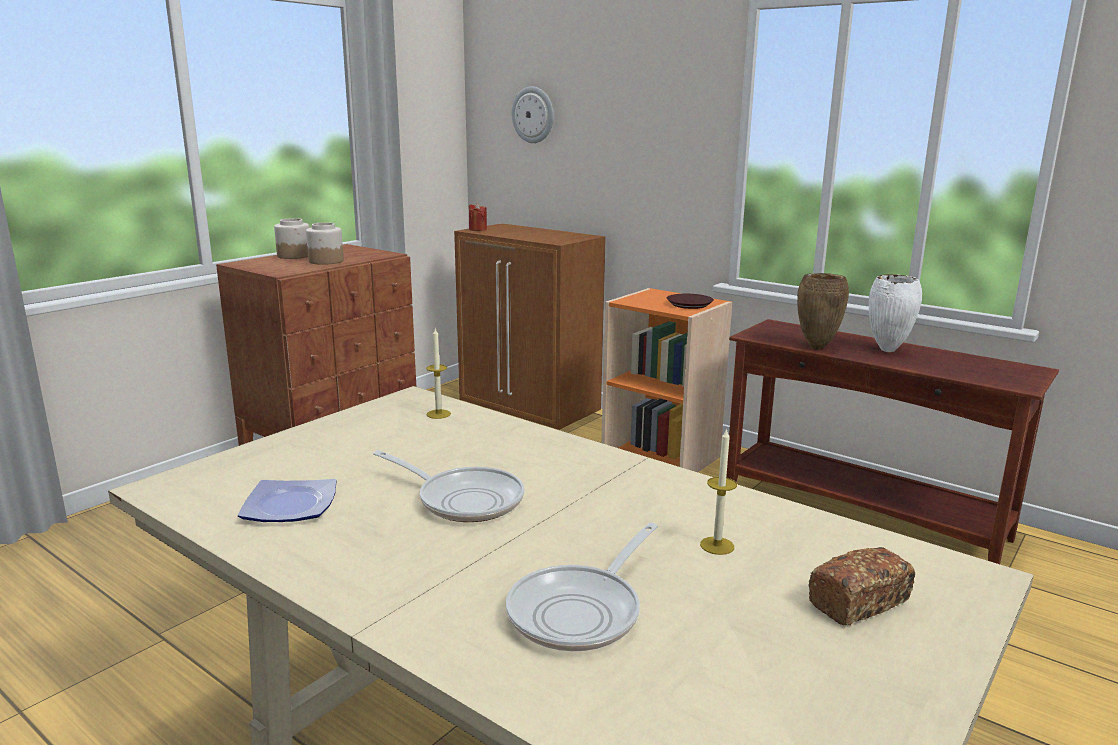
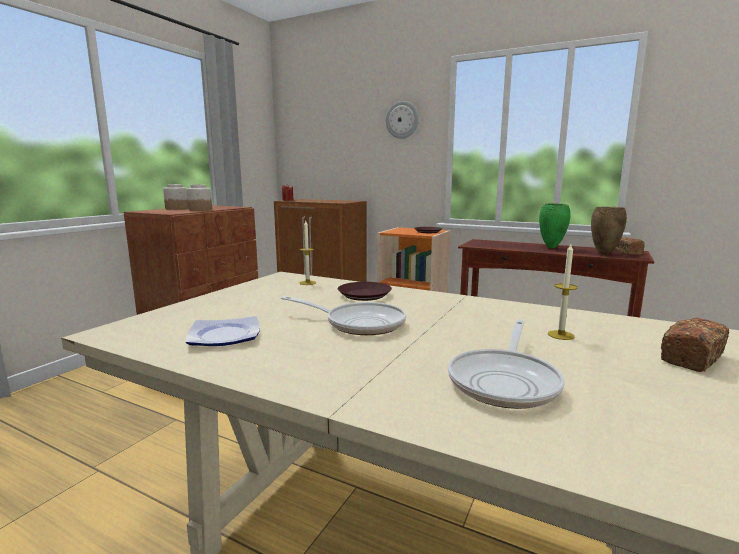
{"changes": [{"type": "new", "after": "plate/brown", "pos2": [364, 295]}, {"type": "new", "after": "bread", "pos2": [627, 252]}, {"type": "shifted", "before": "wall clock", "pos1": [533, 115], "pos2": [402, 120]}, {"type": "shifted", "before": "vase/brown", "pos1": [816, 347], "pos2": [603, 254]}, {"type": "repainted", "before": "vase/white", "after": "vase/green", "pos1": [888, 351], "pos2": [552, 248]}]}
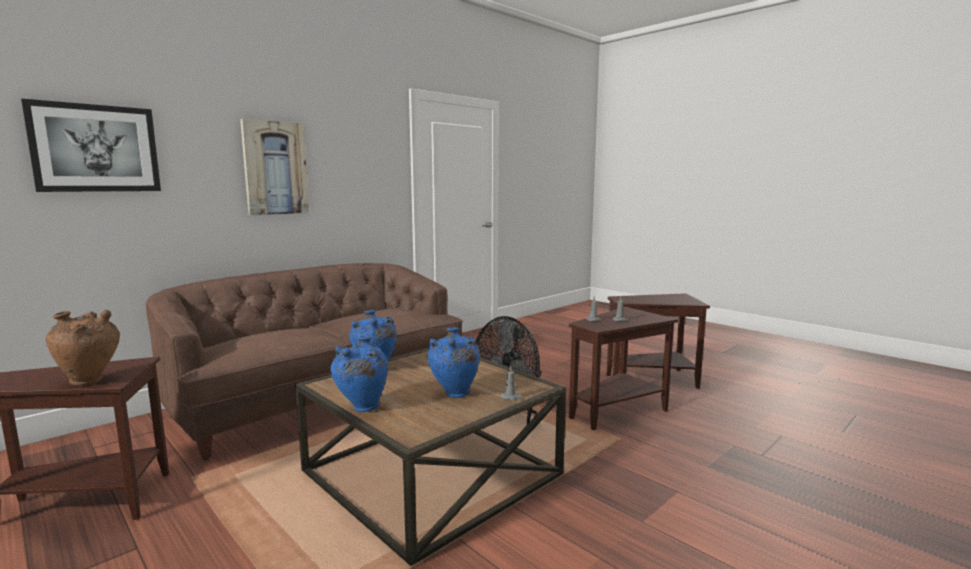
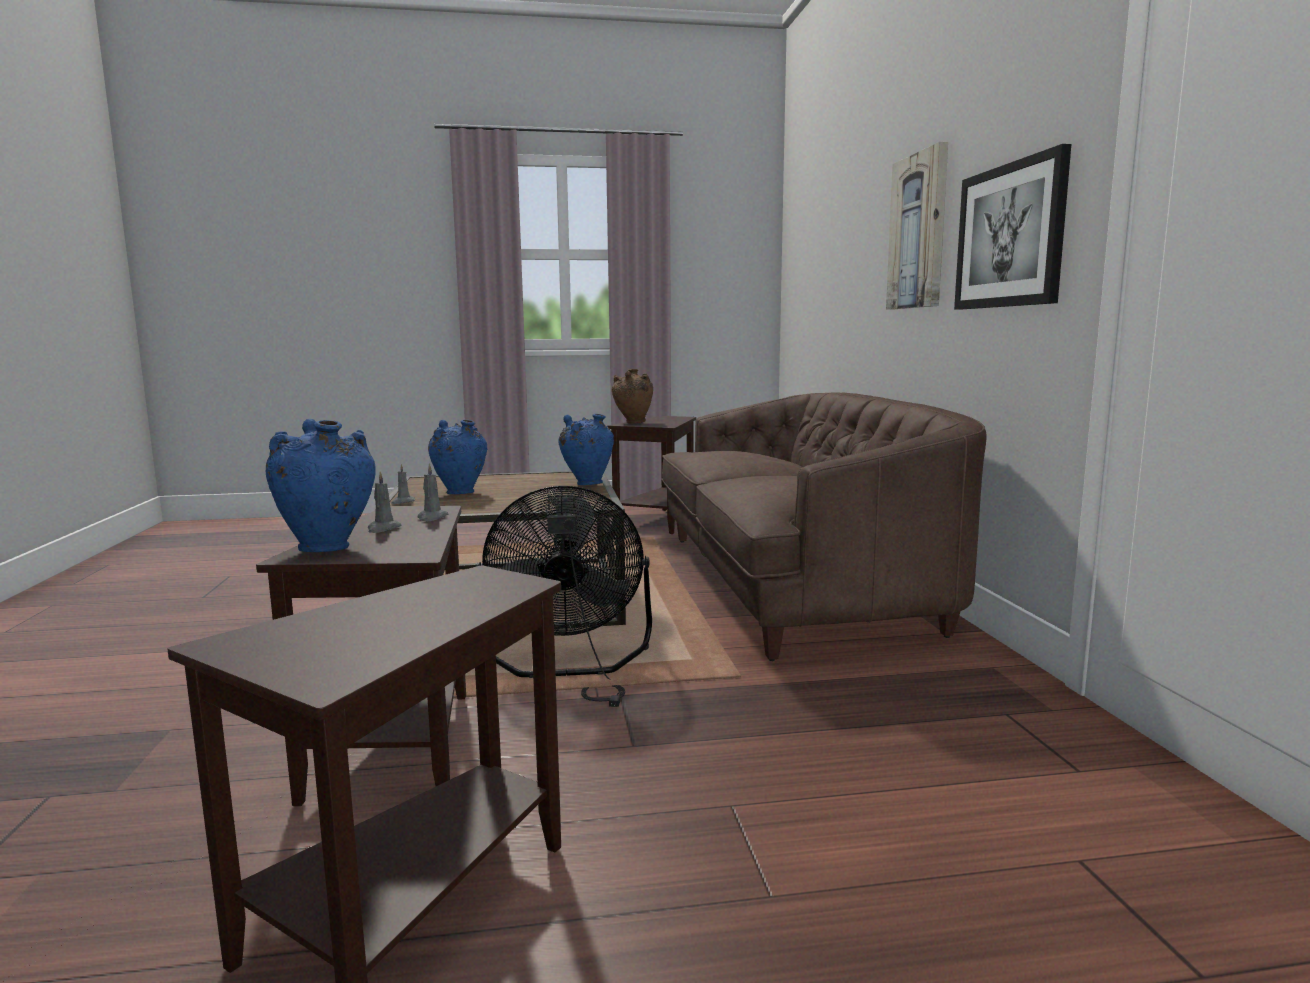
{"changes": [{"type": "shifted", "before": "picture", "pos1": [96, 148], "pos2": [1010, 236]}, {"type": "shifted", "before": "vase/blue", "pos1": [362, 408], "pos2": [328, 548]}]}
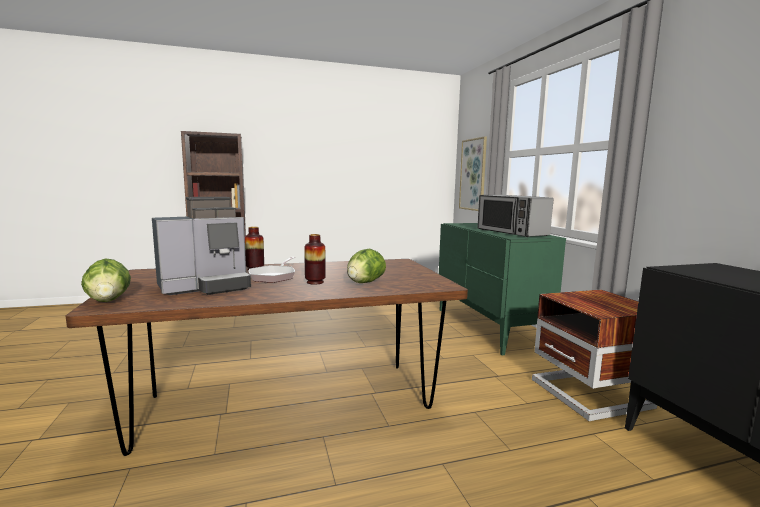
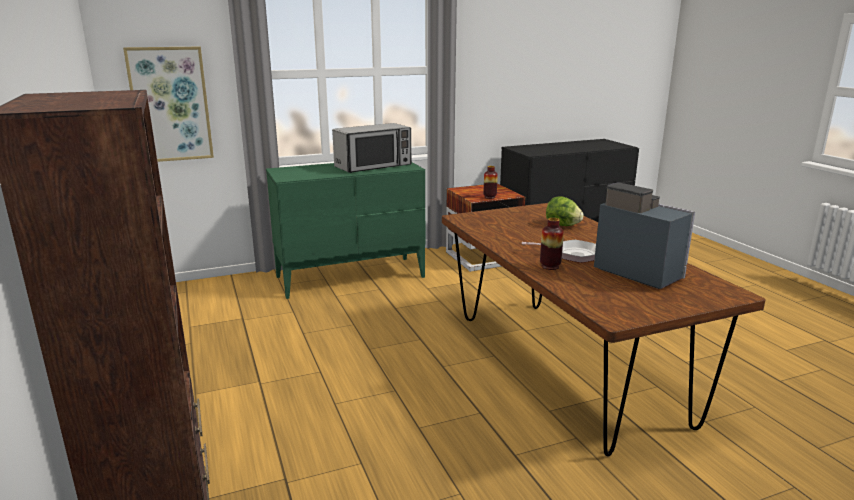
{"changes": [{"type": "gone", "before": "lettuce", "pos1": [109, 300]}, {"type": "shifted", "before": "vase", "pos1": [315, 282], "pos2": [490, 197]}]}
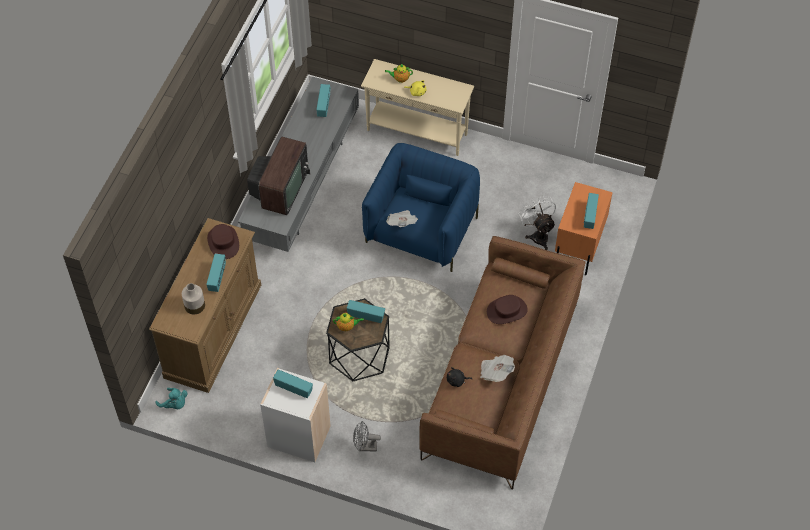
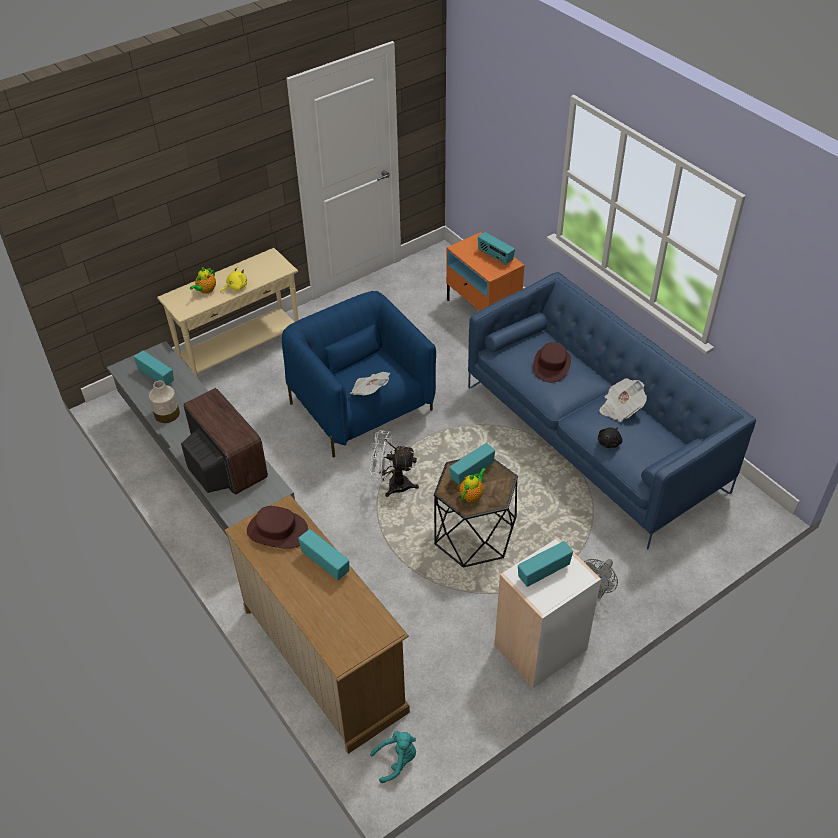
{"changes": [{"type": "shifted", "before": "vase/beige", "pos1": [194, 305], "pos2": [166, 414]}, {"type": "shifted", "before": "fan/white", "pos1": [538, 235], "pos2": [392, 484]}, {"type": "repainted", "before": "sofa/brown", "after": "sofa/blue", "pos1": [501, 381], "pos2": [593, 438]}]}
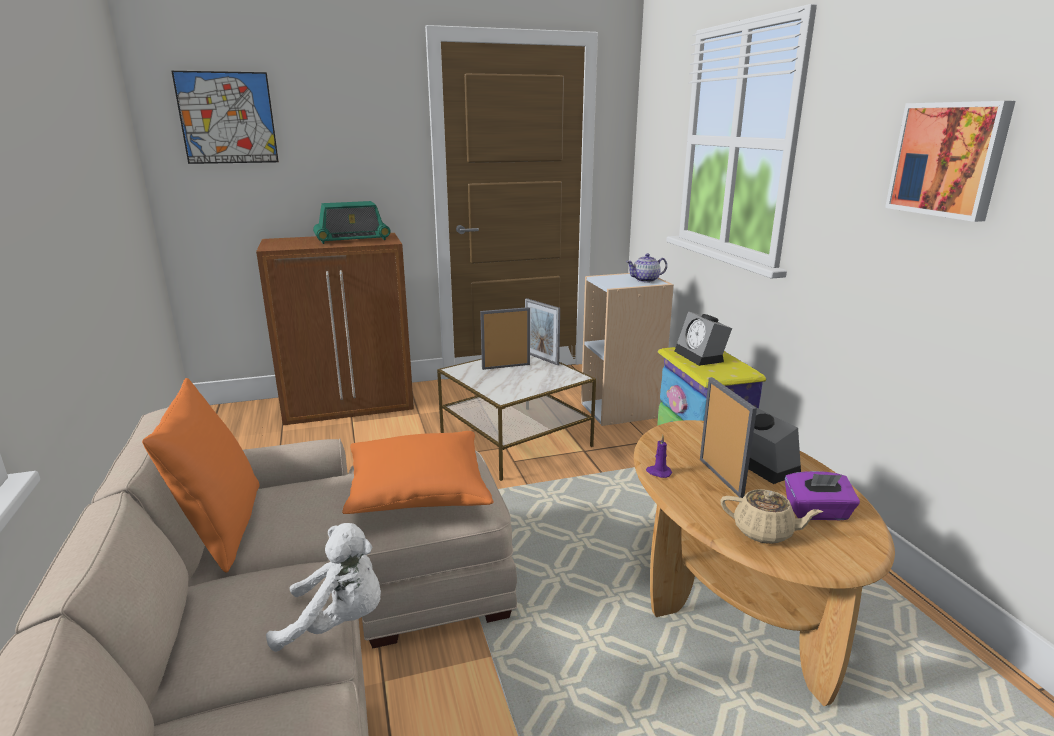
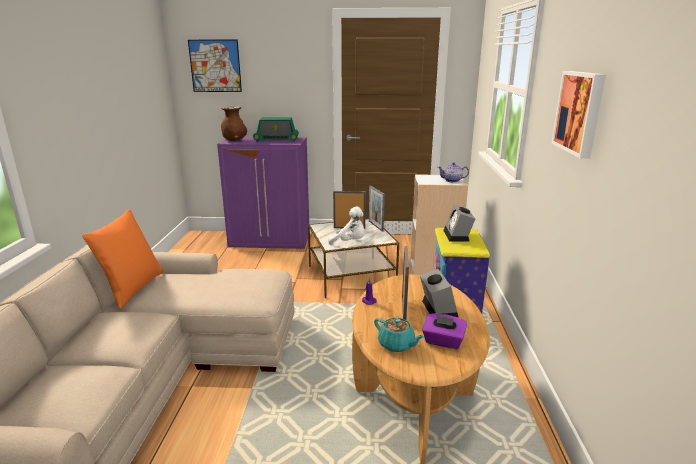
{"changes": [{"type": "gone", "before": "pillow/orange", "pos1": [417, 491]}, {"type": "new", "after": "vase/brown", "pos2": [234, 140]}, {"type": "shifted", "before": "plush toy/white", "pos1": [338, 622], "pos2": [350, 242]}, {"type": "repainted", "before": "cabinet/brown", "after": "cabinet/purple", "pos1": [349, 403], "pos2": [270, 240]}, {"type": "repainted", "before": "teapot/beige", "after": "teapot/turquoise", "pos1": [764, 532], "pos2": [397, 345]}]}
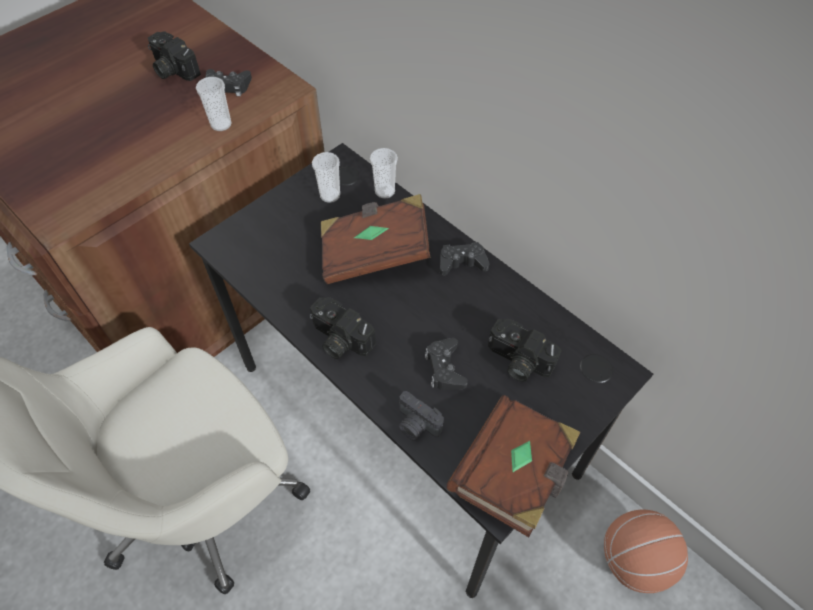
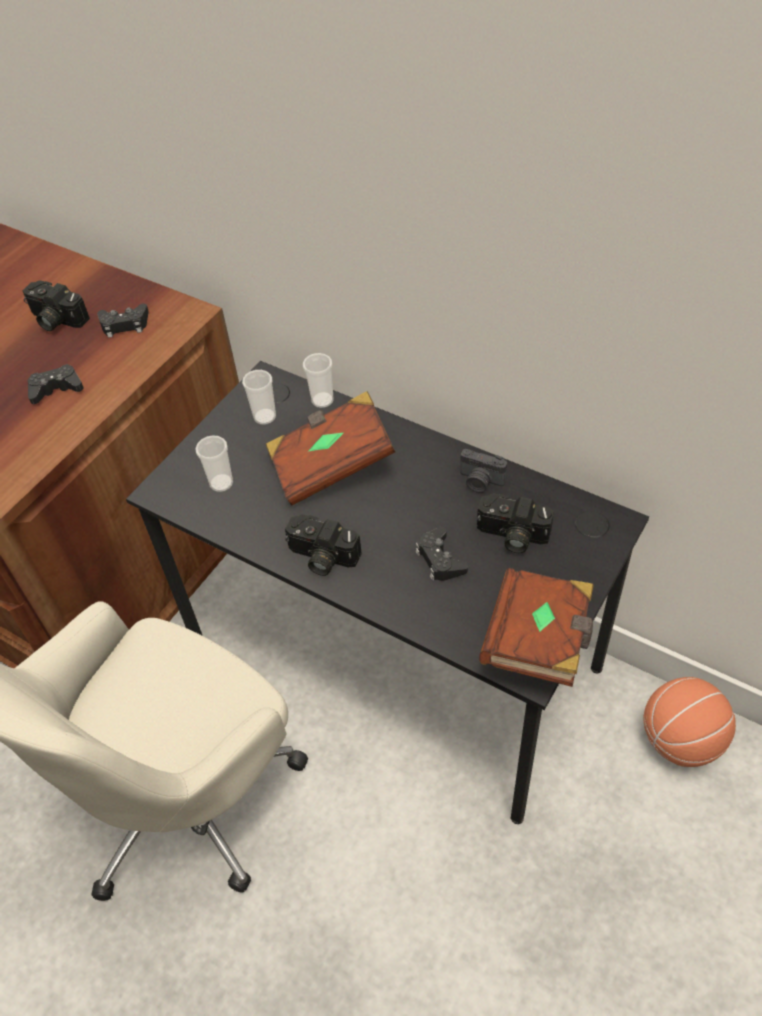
{"changes": [{"type": "shifted", "before": "cup", "pos1": [221, 124], "pos2": [221, 483]}, {"type": "shifted", "before": "photo camera", "pos1": [416, 426], "pos2": [480, 481]}, {"type": "shifted", "before": "game controller/black", "pos1": [462, 263], "pos2": [56, 389]}]}
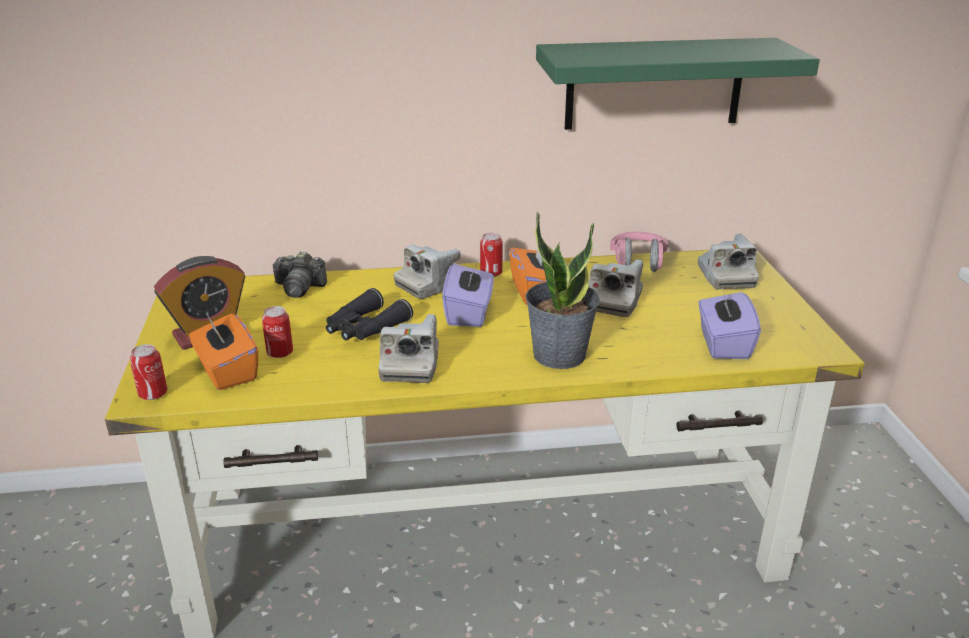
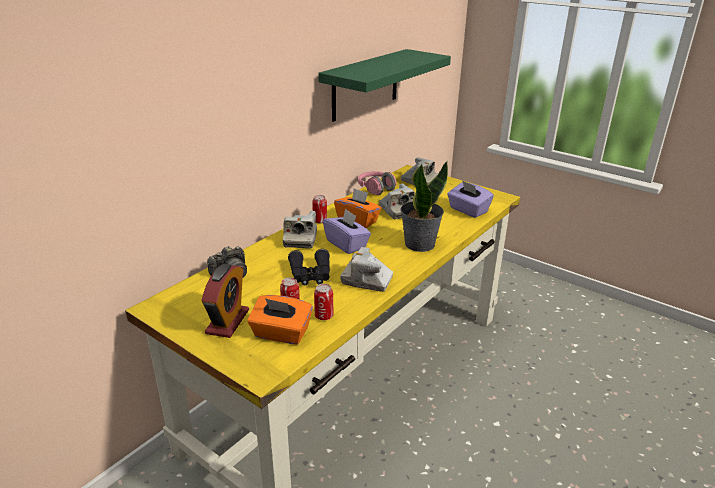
{"changes": [{"type": "shifted", "before": "can", "pos1": [153, 394], "pos2": [324, 316]}, {"type": "rotated", "before": "photo camera", "pos1": [410, 364], "pos2": [367, 280], "turn": 150}]}
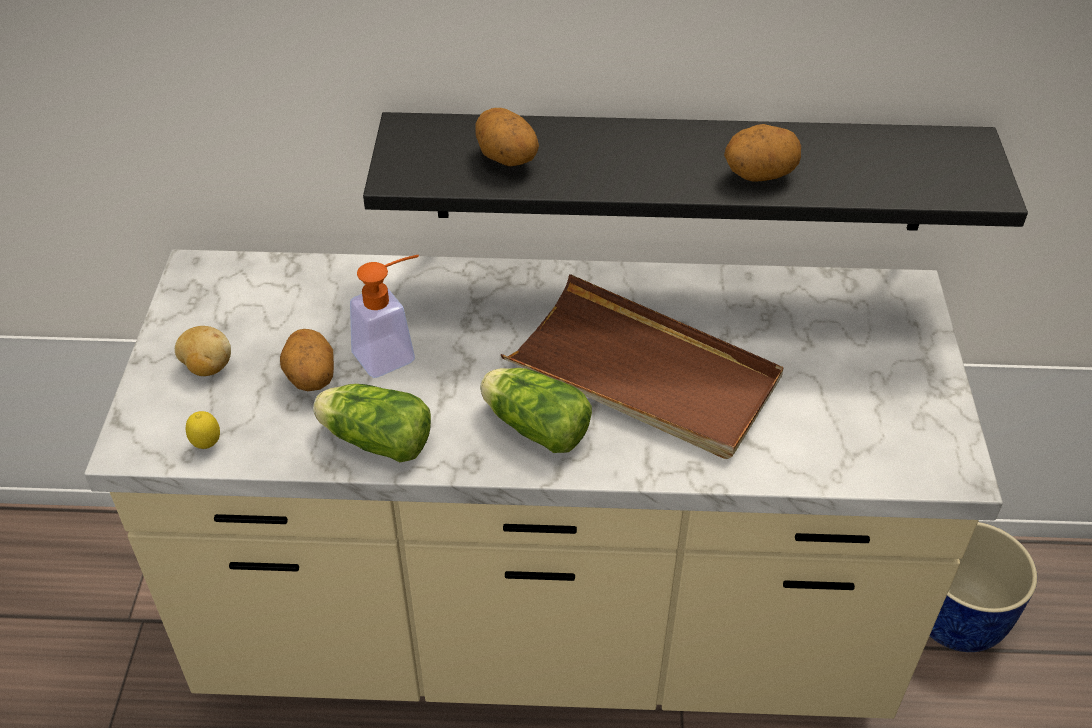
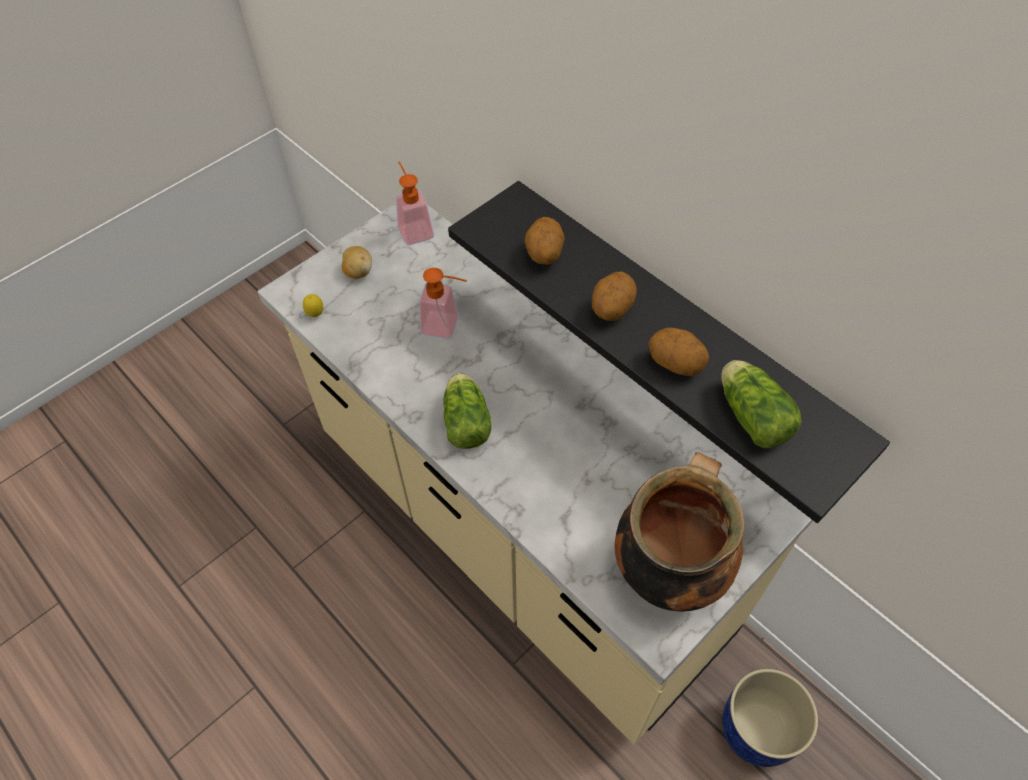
{"changes": [{"type": "gone", "before": "tray/brown", "pos1": [643, 374]}, {"type": "new", "after": "soap dispenser", "pos2": [414, 228]}, {"type": "new", "after": "cooking pot", "pos2": [668, 569]}, {"type": "shifted", "before": "potato", "pos1": [310, 379], "pos2": [611, 309]}, {"type": "shifted", "before": "lettuce", "pos1": [373, 439], "pos2": [750, 414]}]}
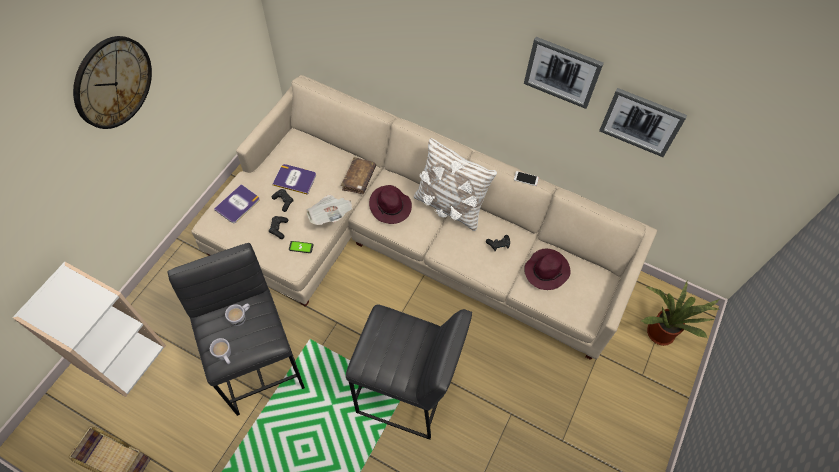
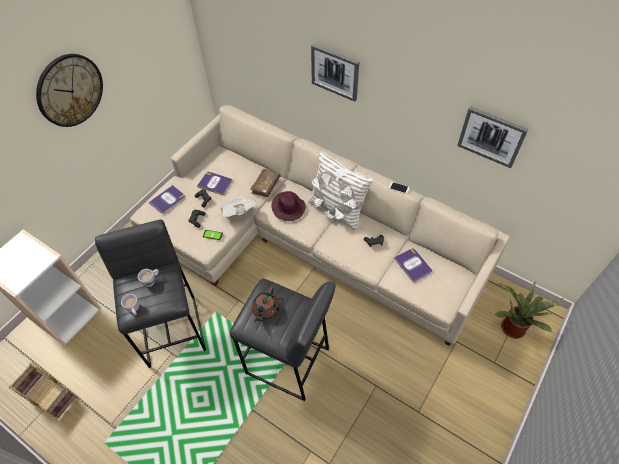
{"changes": [{"type": "new", "after": "teapot/brown", "pos2": [265, 310]}, {"type": "shifted", "before": "picture", "pos1": [562, 72], "pos2": [335, 72]}, {"type": "swapped", "before": "hat/purple", "after": "book", "pos1": [546, 270], "pos2": [413, 265]}]}
